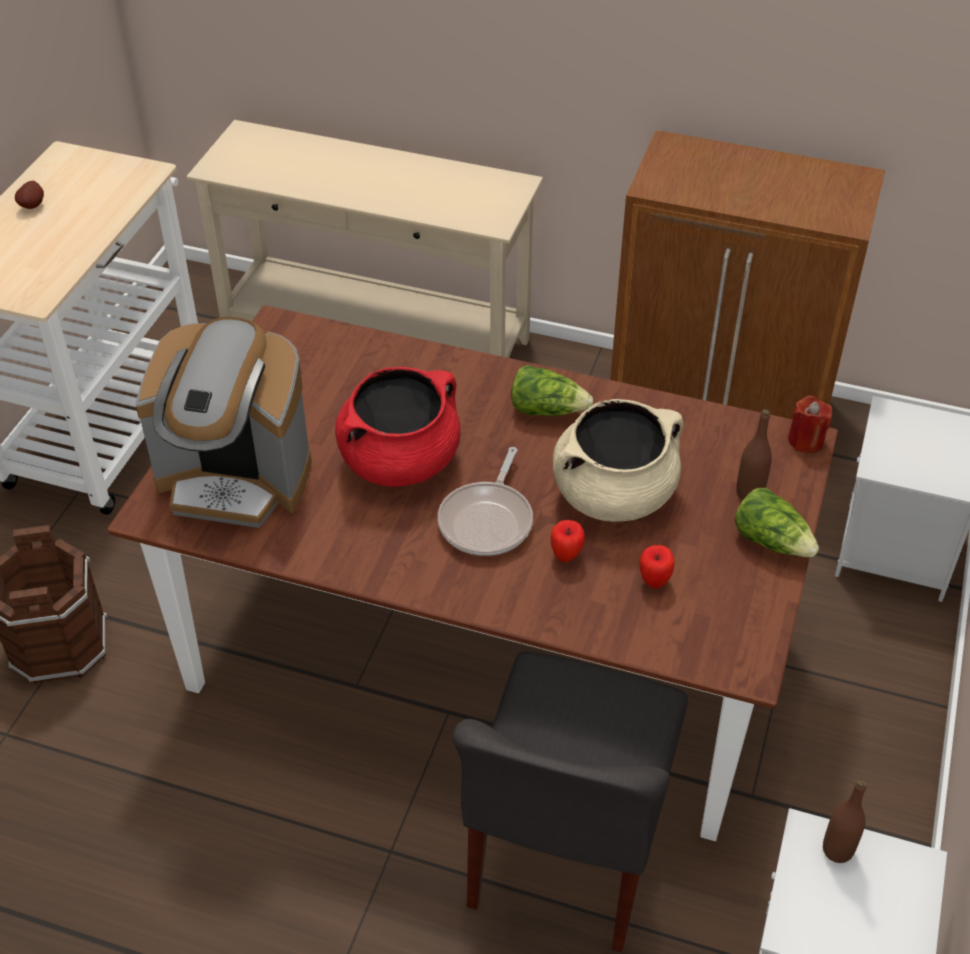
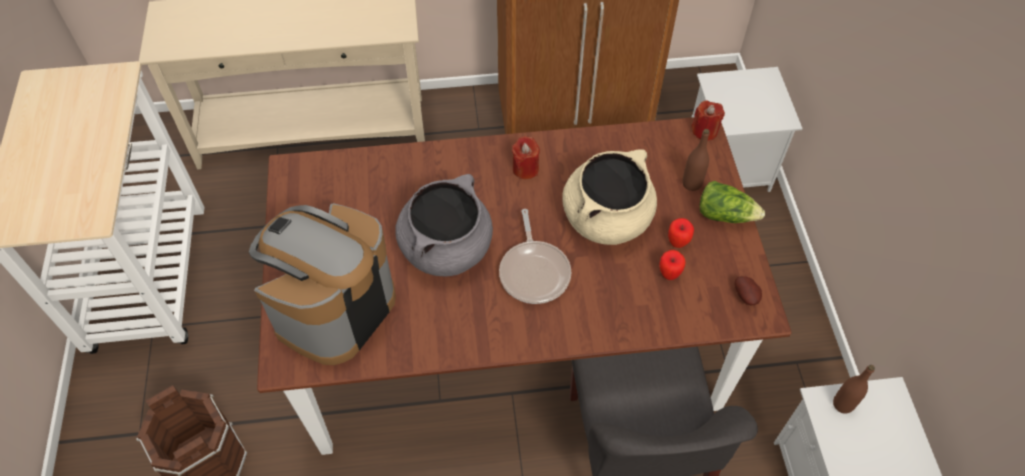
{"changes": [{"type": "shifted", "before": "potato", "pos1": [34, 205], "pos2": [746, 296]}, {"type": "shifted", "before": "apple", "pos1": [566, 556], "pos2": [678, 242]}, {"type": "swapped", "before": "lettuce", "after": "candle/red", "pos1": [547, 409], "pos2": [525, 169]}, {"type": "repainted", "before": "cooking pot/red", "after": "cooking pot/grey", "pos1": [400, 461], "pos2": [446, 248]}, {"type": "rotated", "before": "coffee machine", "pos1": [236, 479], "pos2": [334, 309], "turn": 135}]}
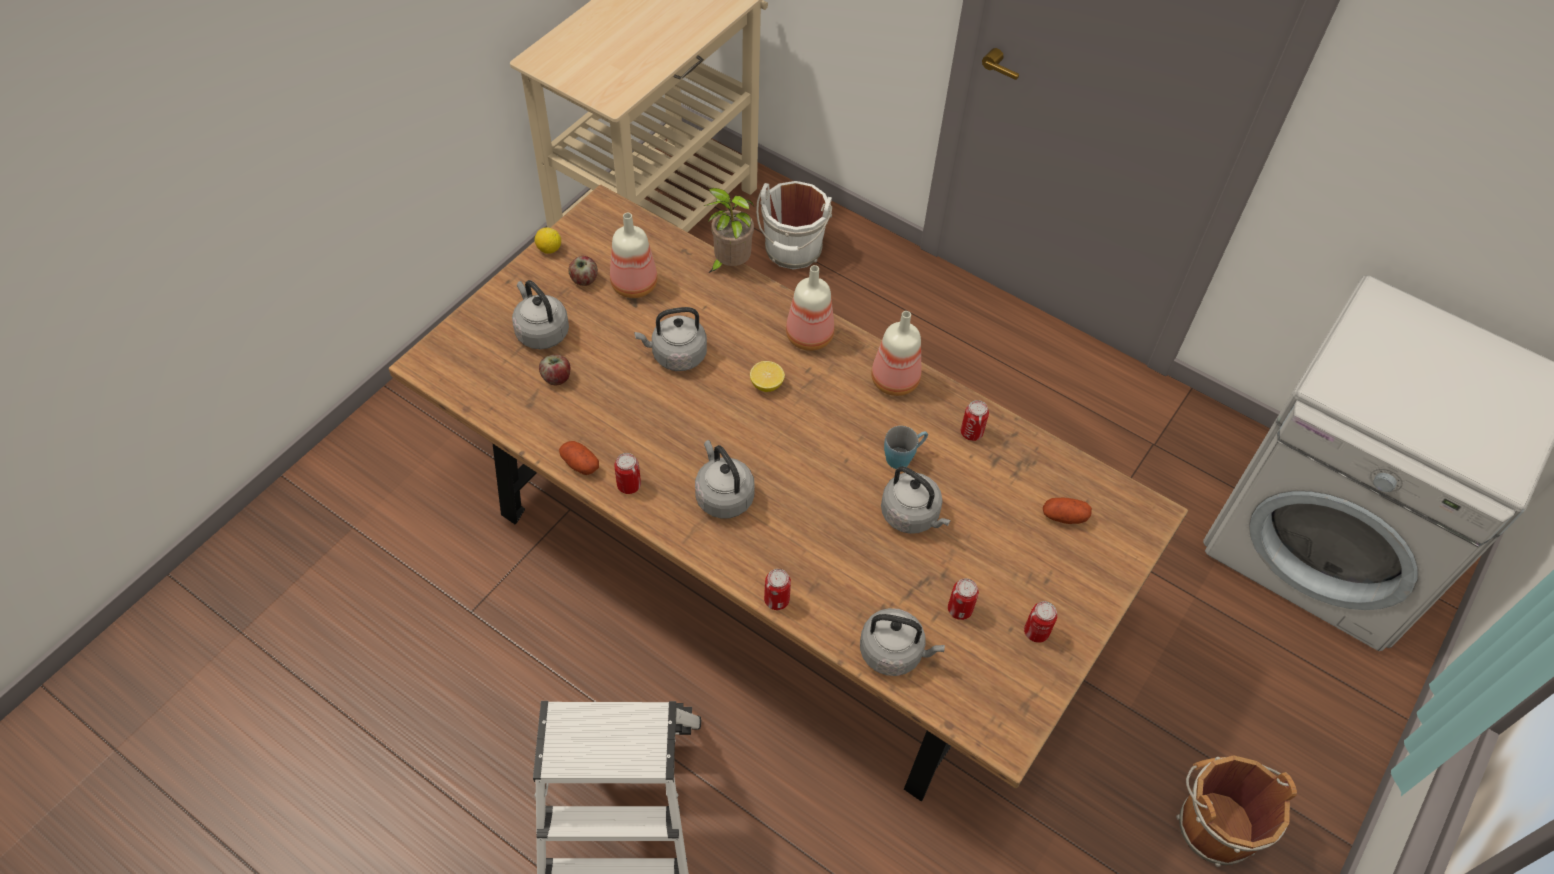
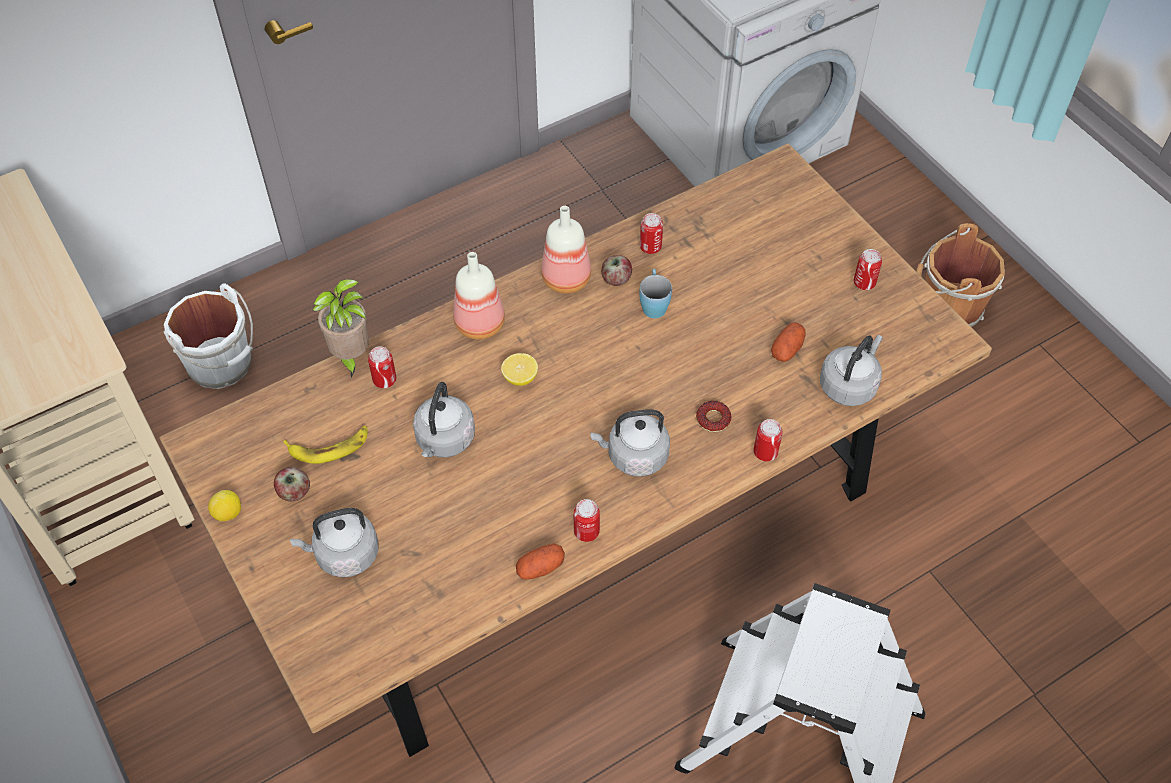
{"changes": [{"type": "gone", "before": "kettle/grey", "pos1": [912, 516]}, {"type": "new", "after": "donut", "pos2": [713, 419]}, {"type": "shifted", "before": "apple", "pos1": [556, 378], "pos2": [616, 279]}, {"type": "shifted", "before": "can", "pos1": [959, 609], "pos2": [384, 380]}, {"type": "shifted", "before": "potato", "pos1": [1064, 516], "pos2": [787, 349]}, {"type": "swapped", "before": "bottle", "after": "banana", "pos1": [636, 285], "pos2": [329, 447]}]}
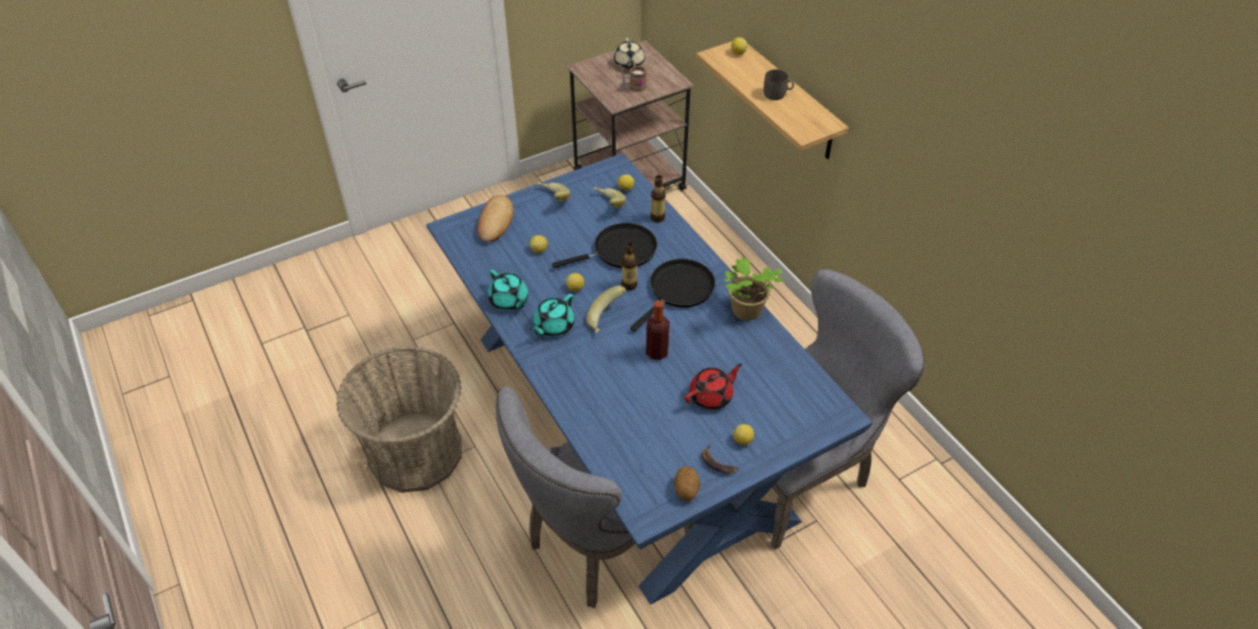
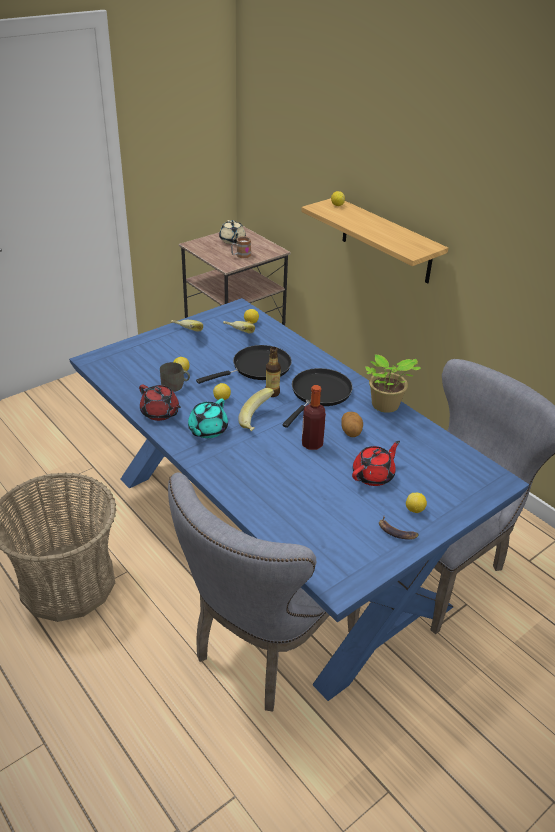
{"changes": [{"type": "gone", "before": "bread", "pos1": [495, 222]}, {"type": "gone", "before": "bottle", "pos1": [657, 218]}, {"type": "shifted", "before": "potato", "pos1": [686, 490], "pos2": [351, 432]}, {"type": "shifted", "before": "mug/grey", "pos1": [777, 94], "pos2": [175, 386]}, {"type": "repainted", "before": "teapot/turquoise", "after": "teapot/red", "pos1": [509, 301], "pos2": [160, 413]}]}
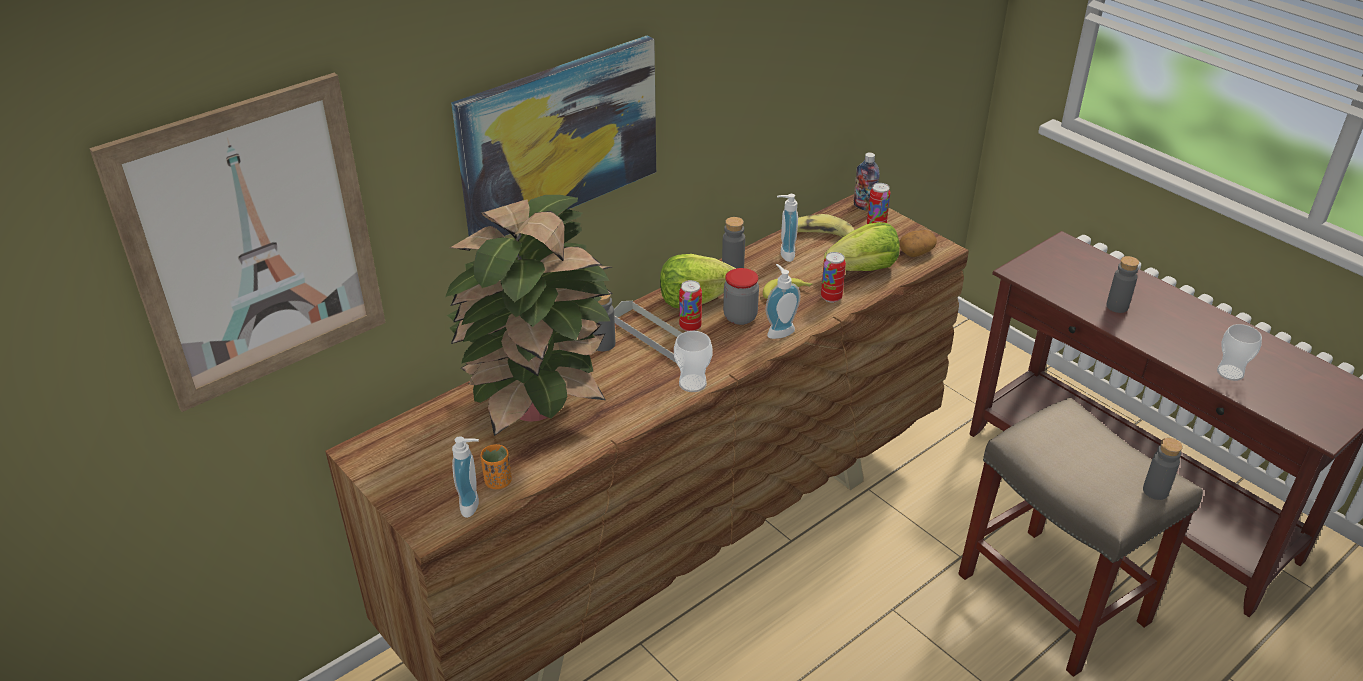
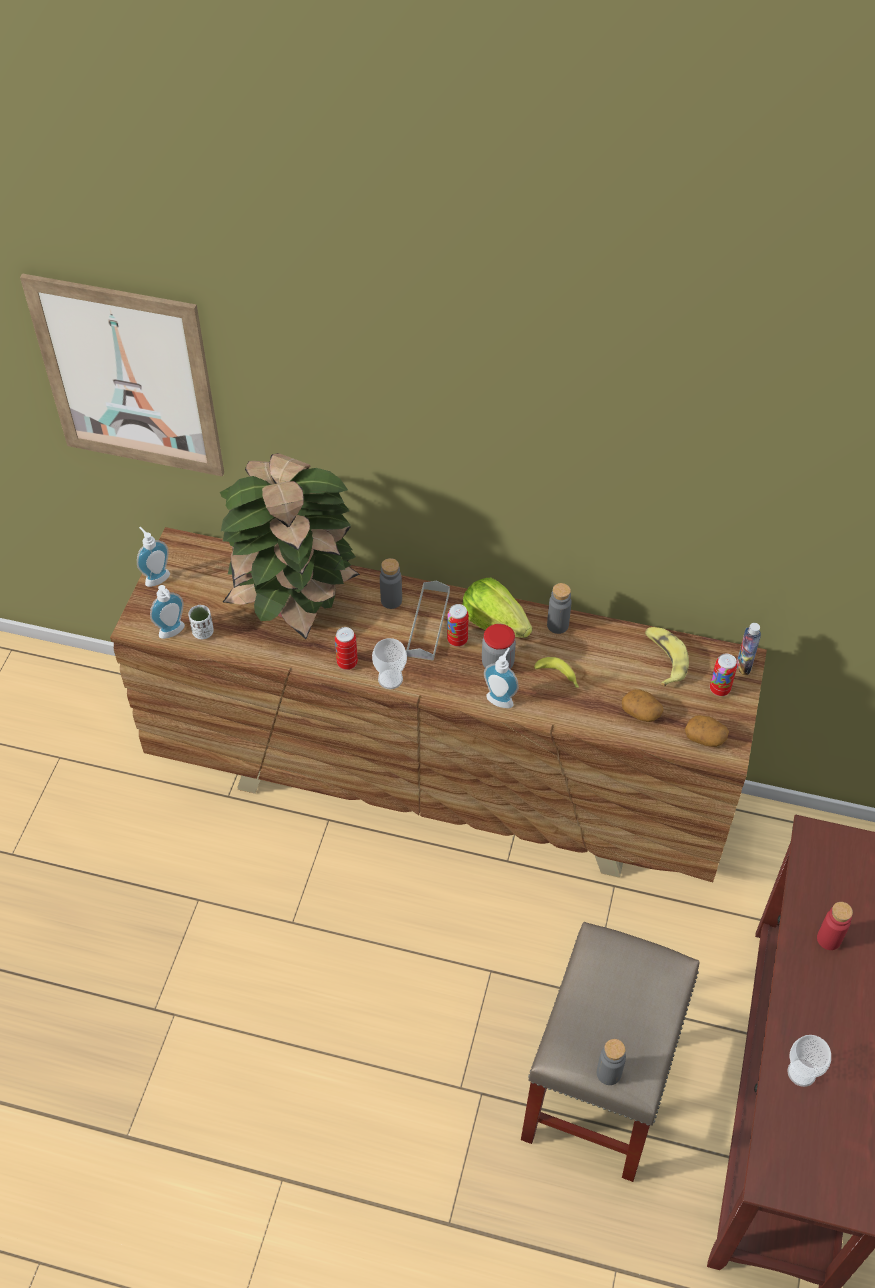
{"changes": [{"type": "gone", "before": "picture", "pos1": [559, 138]}, {"type": "shifted", "before": "soap dispenser", "pos1": [784, 254], "pos2": [156, 577]}, {"type": "shifted", "before": "can", "pos1": [831, 297], "pos2": [347, 663]}, {"type": "swapped", "before": "lettuce", "after": "potato", "pos1": [863, 269], "pos2": [641, 712]}, {"type": "repainted", "before": "cup/orange", "after": "cup/white", "pos1": [498, 482], "pos2": [203, 632]}, {"type": "repainted", "before": "bottle/grey", "after": "bottle/red", "pos1": [1117, 306], "pos2": [828, 939]}]}
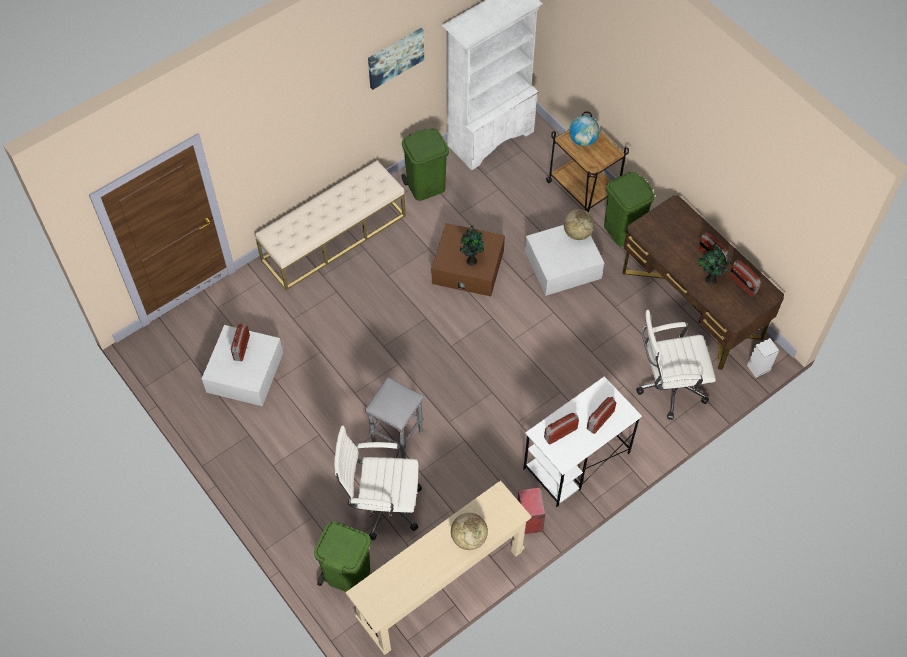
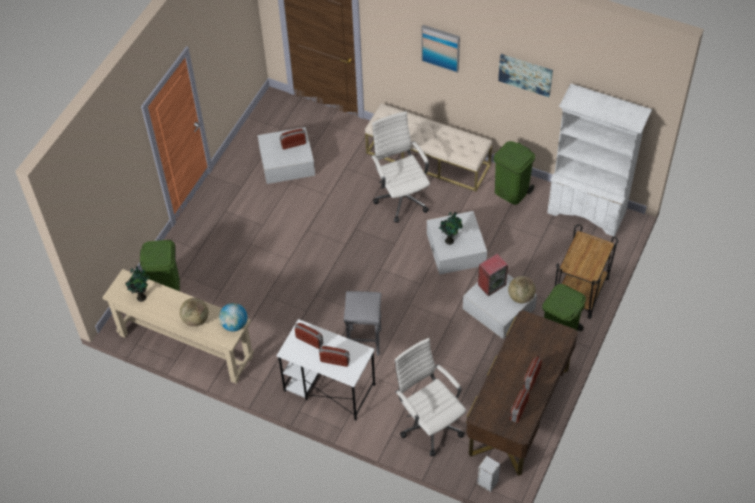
{"changes": [{"type": "new", "after": "picture", "pos2": [441, 48]}, {"type": "shifted", "before": "office chair/white", "pos1": [382, 506], "pos2": [401, 198]}, {"type": "shifted", "before": "stool/grey", "pos1": [397, 437], "pos2": [365, 341]}, {"type": "shifted", "before": "speaker", "pos1": [529, 519], "pos2": [492, 284]}, {"type": "shifted", "before": "globe", "pos1": [583, 140], "pos2": [234, 324]}, {"type": "shifted", "before": "potted plant", "pos1": [709, 279], "pos2": [141, 296]}, {"type": "repainted", "before": "storage box/brown", "after": "storage box/white", "pos1": [468, 267], "pos2": [456, 249]}]}
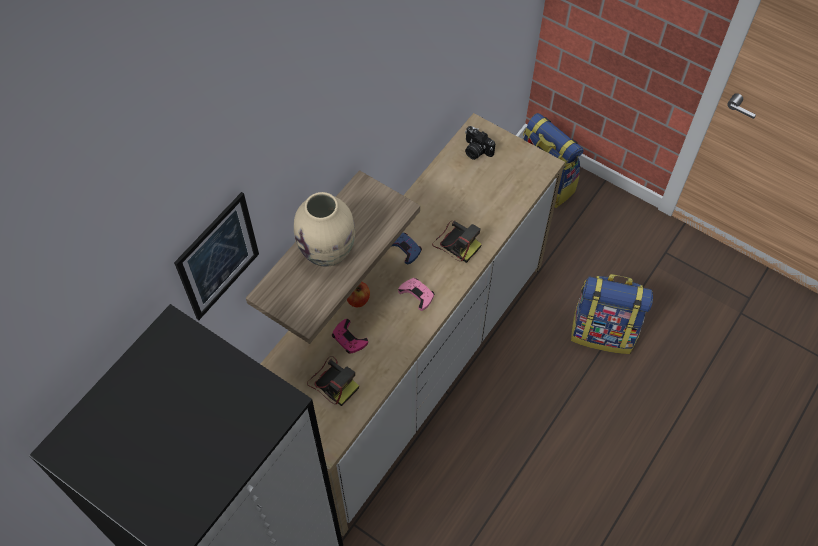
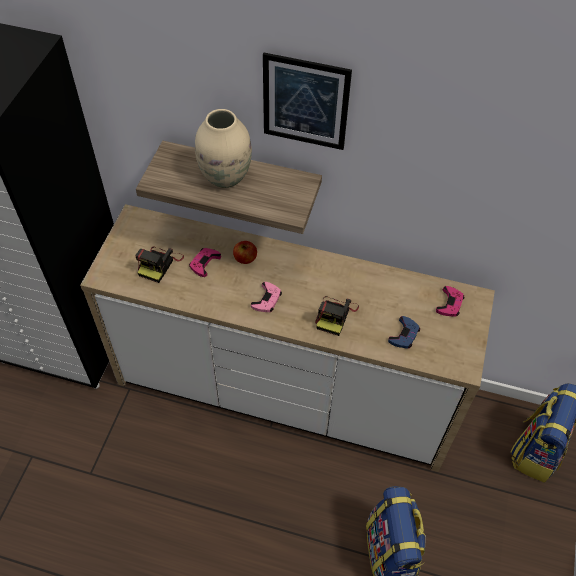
{"changes": [{"type": "shifted", "before": "picture", "pos1": [218, 257], "pos2": [305, 102]}, {"type": "shifted", "before": "game controller/blue", "pos1": [405, 249], "pos2": [404, 335]}, {"type": "swapped", "before": "photo camera", "after": "game controller/pink", "pos1": [476, 150], "pos2": [450, 304]}]}
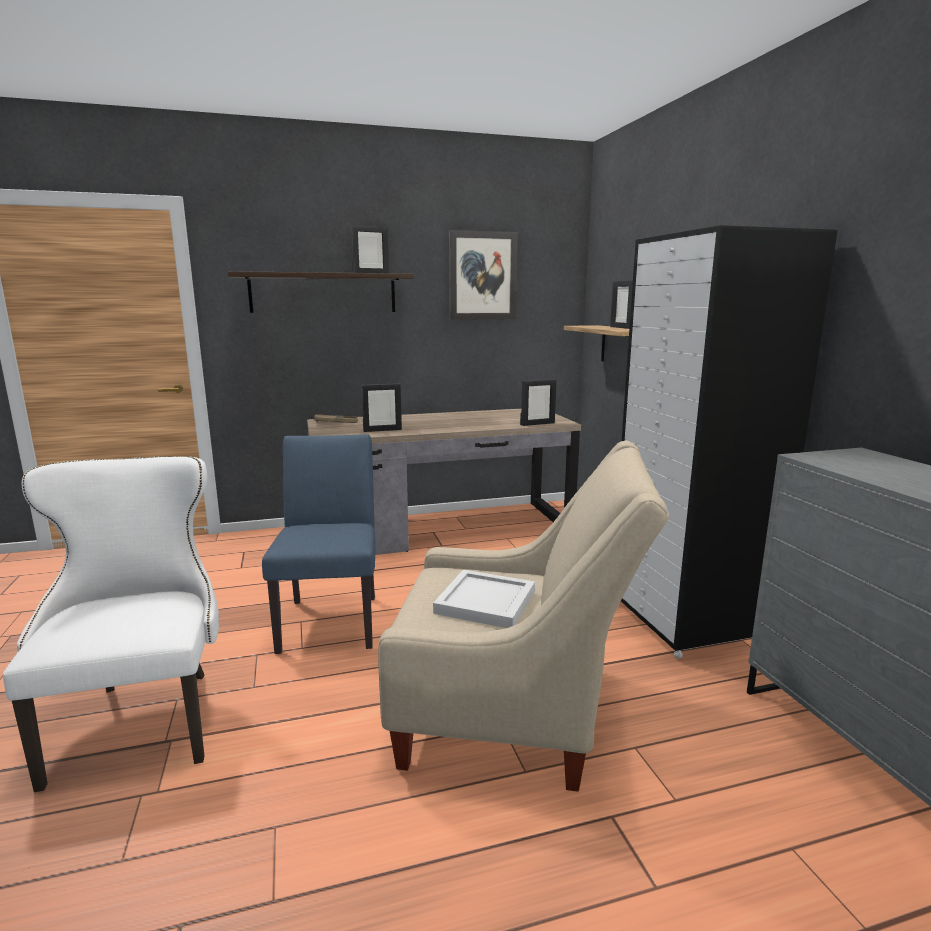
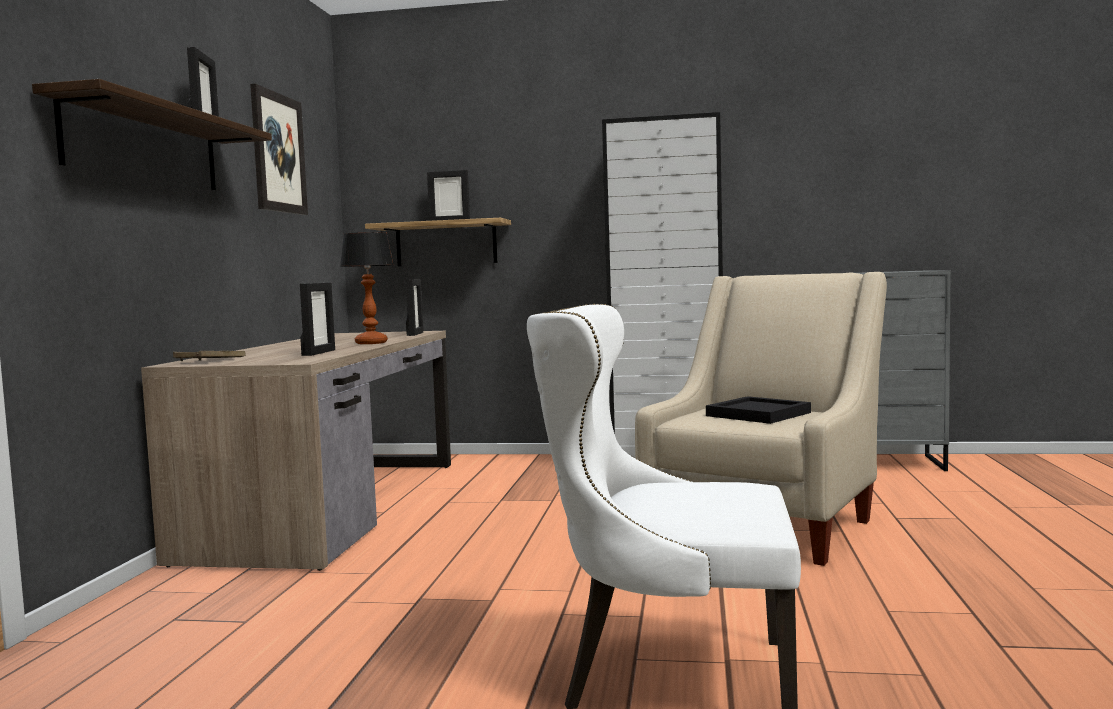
{"changes": [{"type": "gone", "before": "chair/blue", "pos1": [331, 618]}, {"type": "new", "after": "table lamp", "pos2": [371, 343]}, {"type": "repainted", "before": "tray/white", "after": "tray/black", "pos1": [485, 601], "pos2": [756, 414]}]}
